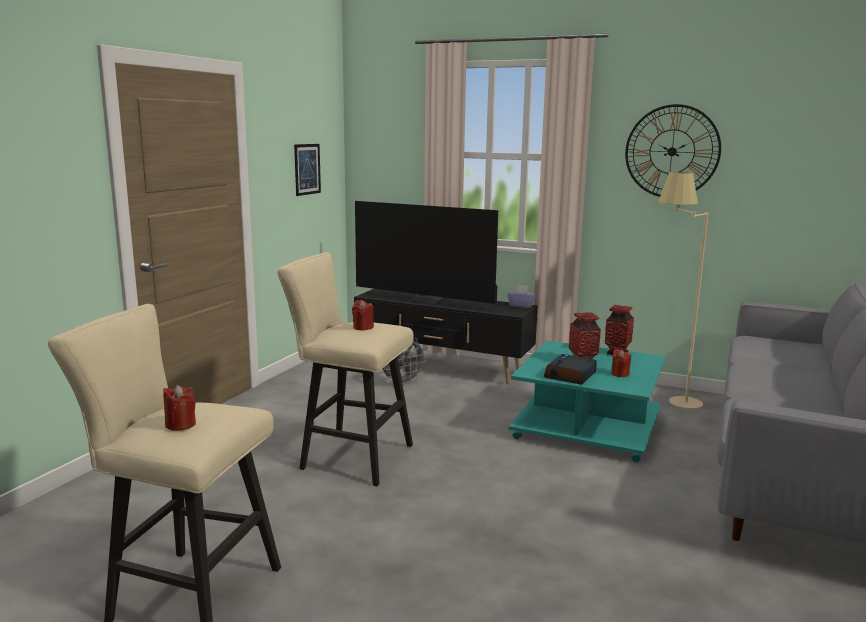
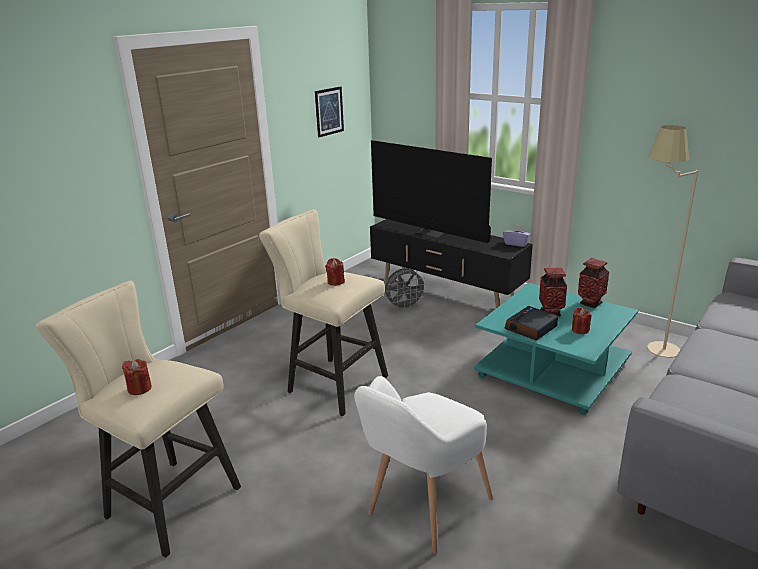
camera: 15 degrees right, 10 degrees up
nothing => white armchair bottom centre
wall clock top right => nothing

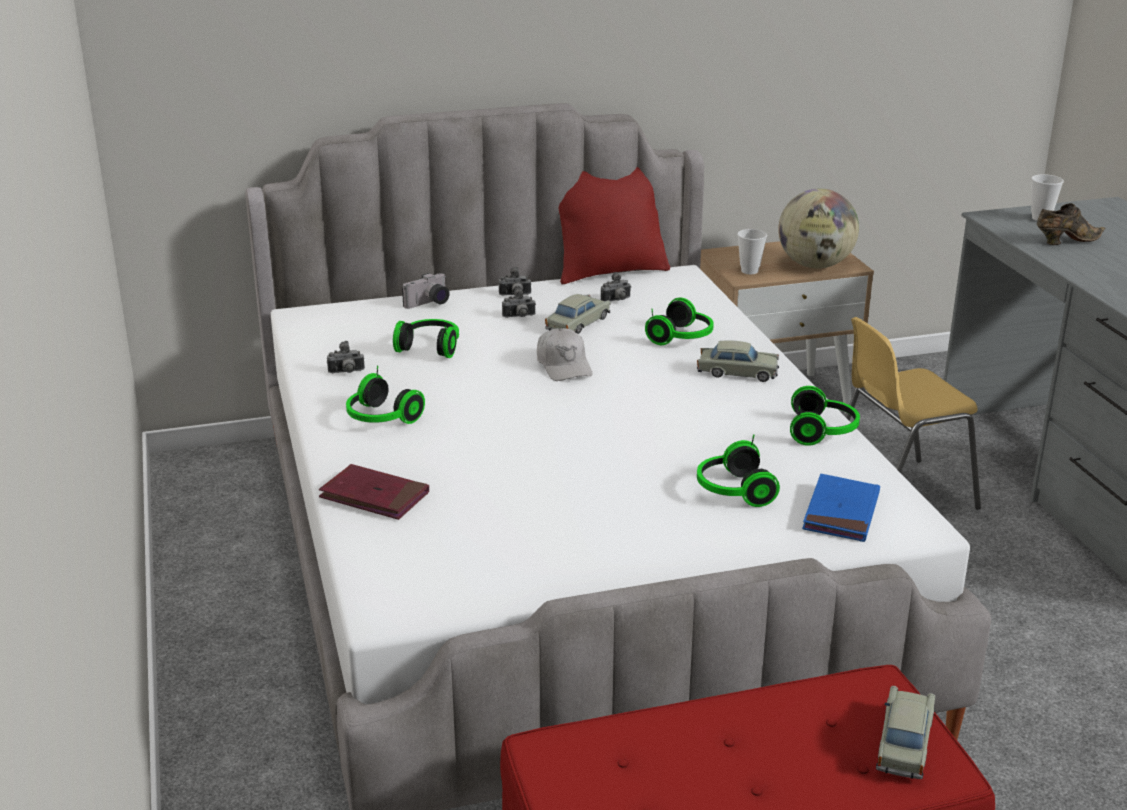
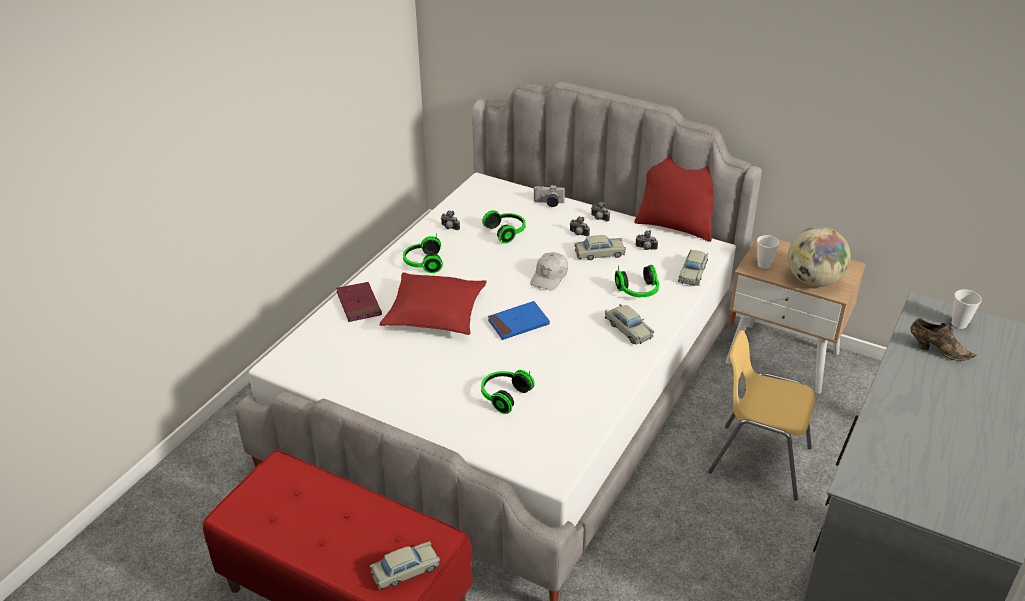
camera: 45 degrees right, 10 degrees up
nothing => red pillow (no. 1 from left) centre
blue book middle right => blue book centre, relocated
nothing => beige toy car (no. 4 from left) middle right
headphones (no. 5 from left) middle right => nothing

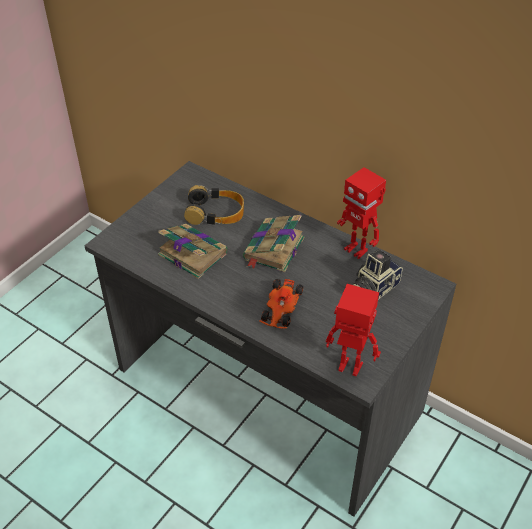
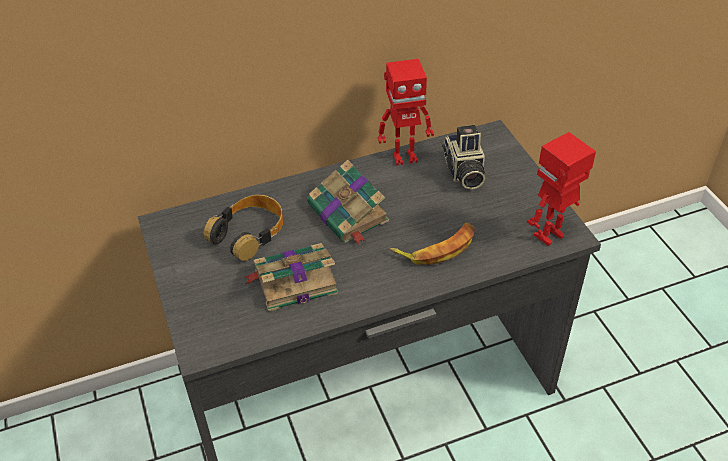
camera: 55 degrees left, 0 degrees up
toy car centre => banana centre

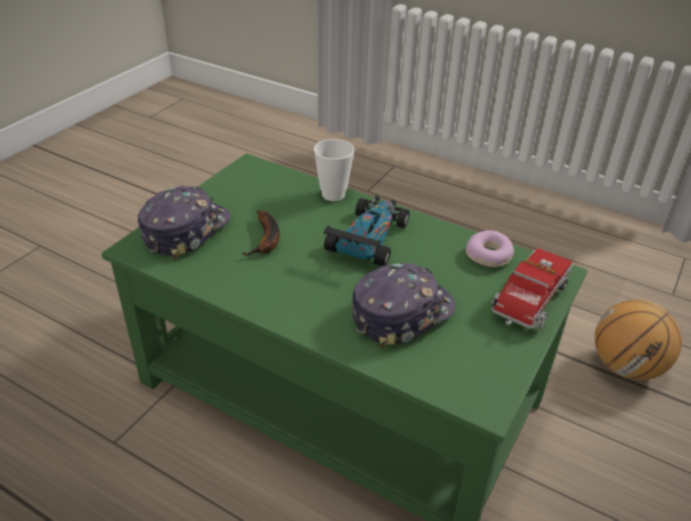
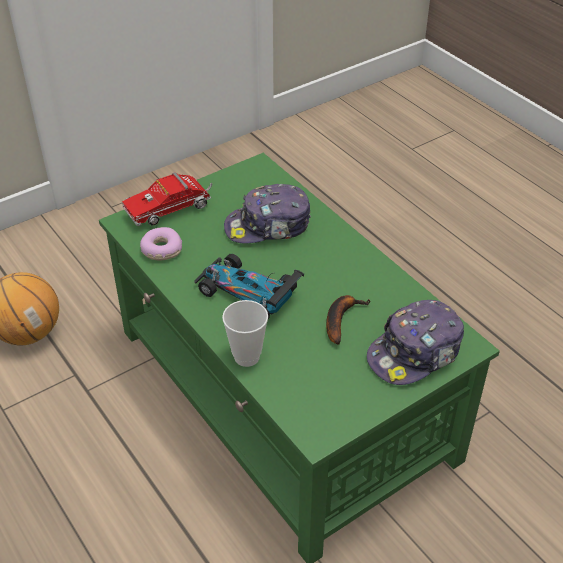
camera: 155 degrees left, 5 degrees up
toy car centre, 75 degrees clockwise

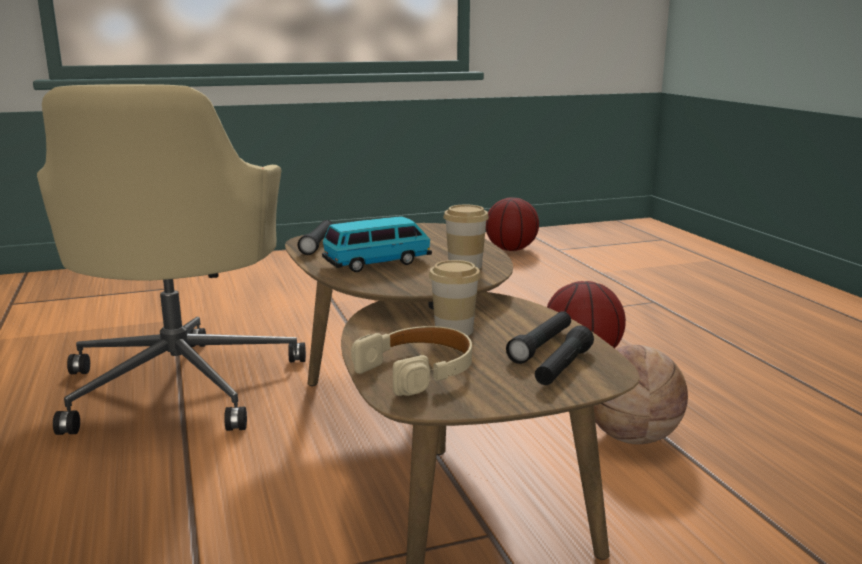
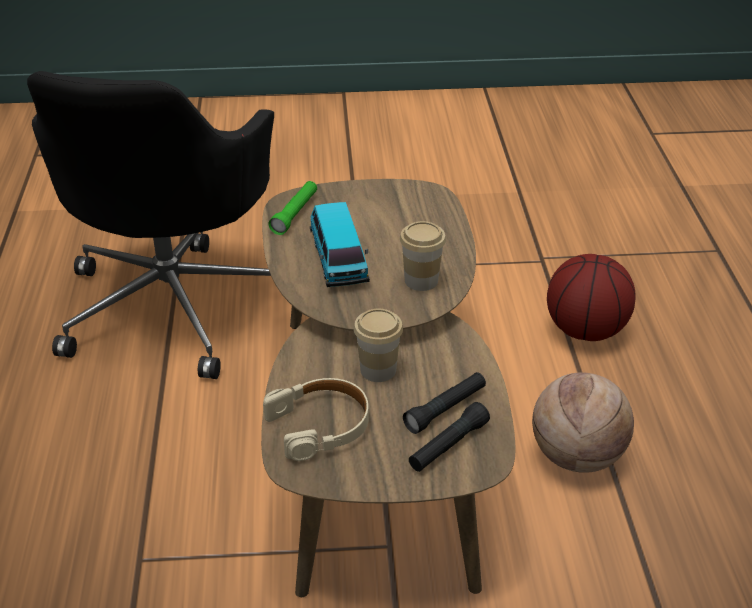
camera: 15 degrees right, 20 degrees up
beige office chair middle left => black office chair middle left
black flashlight (no. 1 from left) centre => green flashlight centre
toy car centre, 90 degrees clockwise
basketball (no. 1 from left) centre => nothing

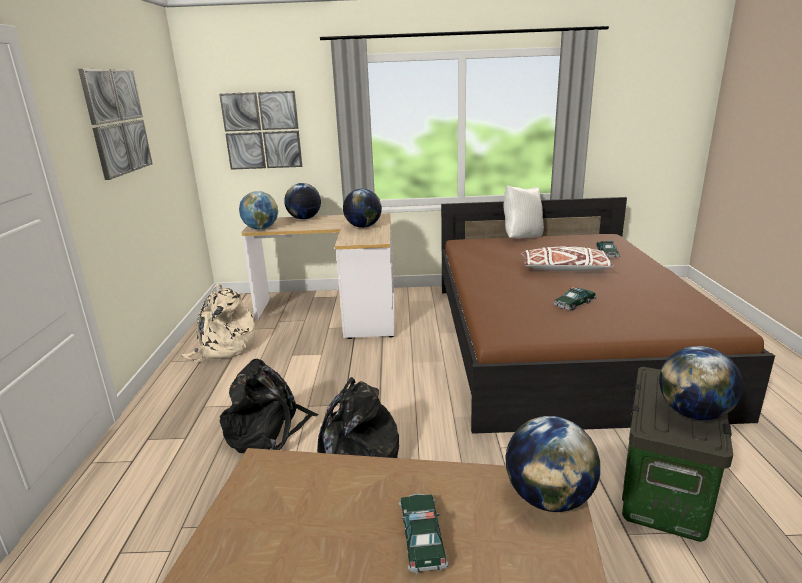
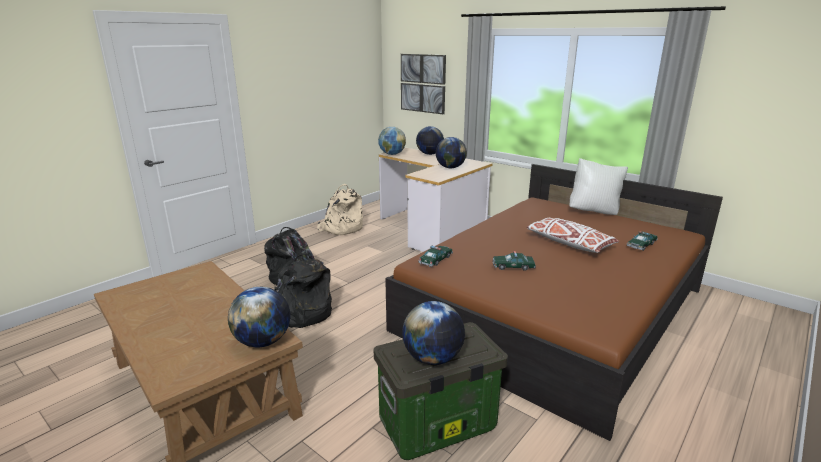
camera: 40 degrees right, 0 degrees up
toy car (no. 1 from left) bottom centre => toy car (no. 1 from left) centre, relocated
picture (no. 1 from left) top left => nothing

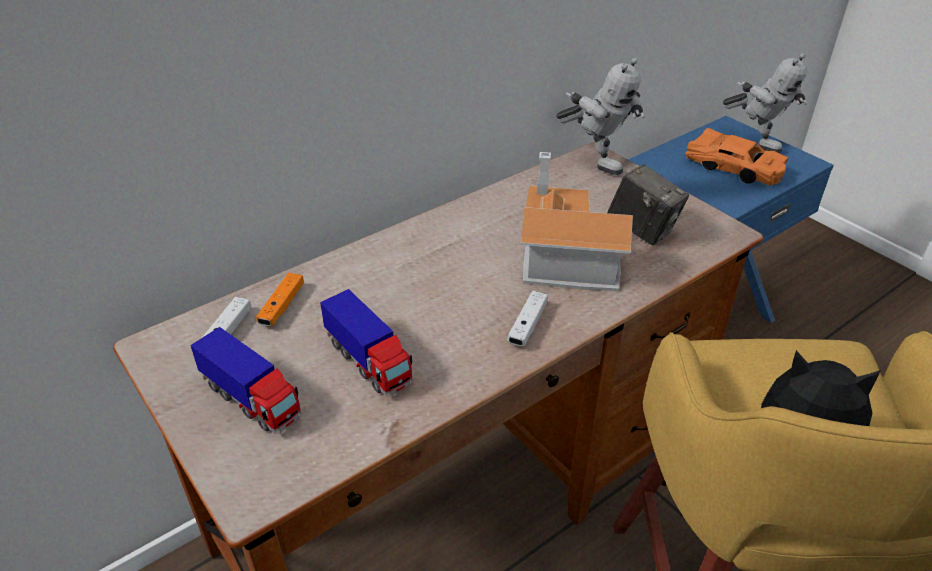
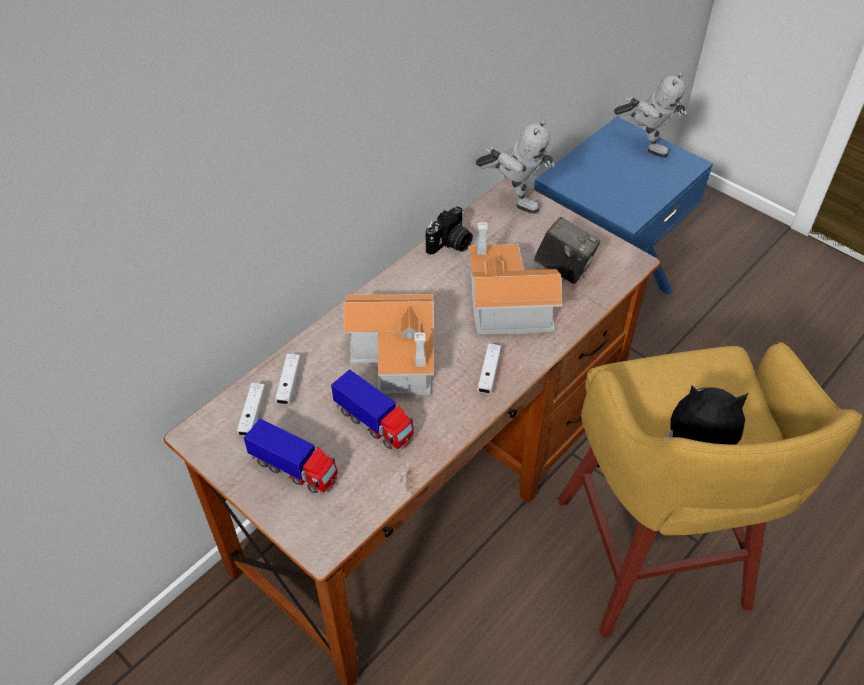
camera: 10 degrees left, 10 degrees up
orange game controller middle left => white game controller (no. 2 from left) centre
nothing => toy house (no. 1 from left) centre
nothing => photo camera (no. 1 from left) centre
orange toy car top right => nothing

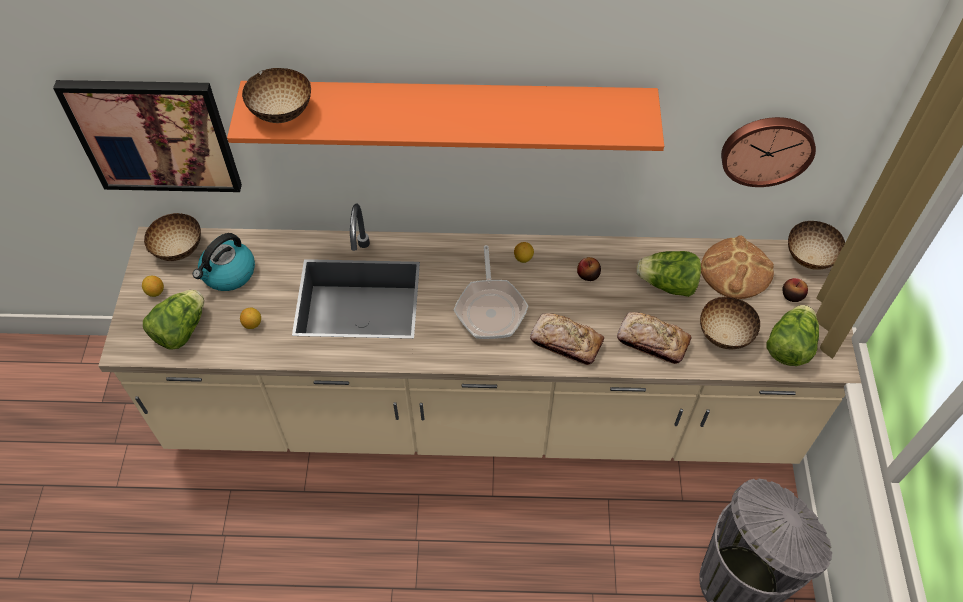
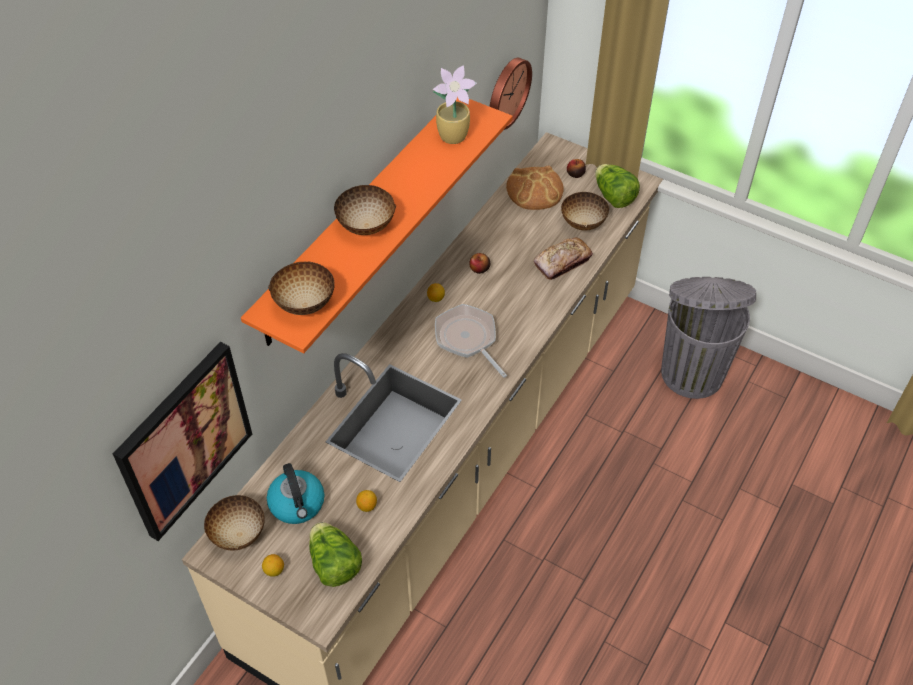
camera: 60 degrees left, 5 degrees down
bowl (no. 4 from left in the first image) middle right => bowl (no. 3 from left) top centre, relocated
nothing => potted plant top centre
frying pan centre, 150 degrees counterclockwise
bread (no. 1 from left) centre => nothing
lettuce (no. 2 from left) middle right => nothing

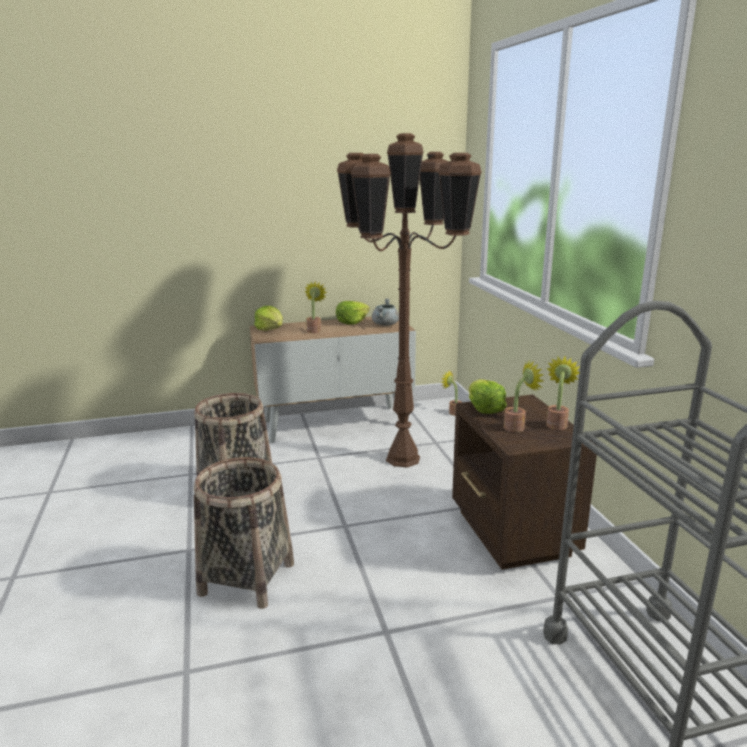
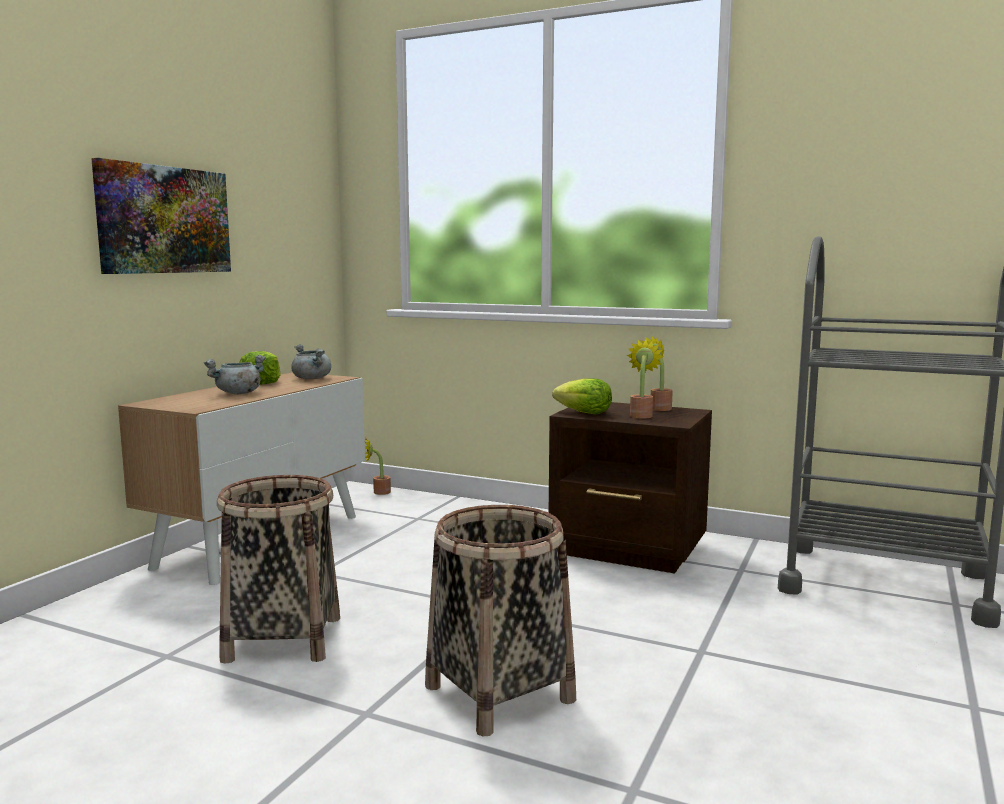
camera: 50 degrees left, 10 degrees down
nothing => picture top left
potted plant (no. 1 from left) centre => grey cooking pot (no. 1 from left) middle left
lettuce (no. 1 from left) centre => nothing
brown floor lamp centre => nothing

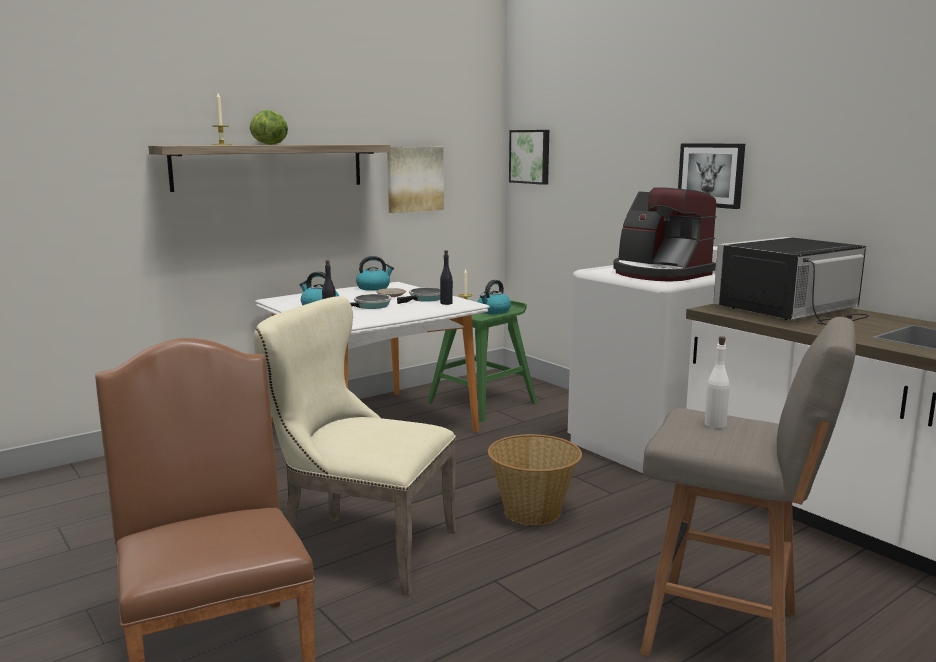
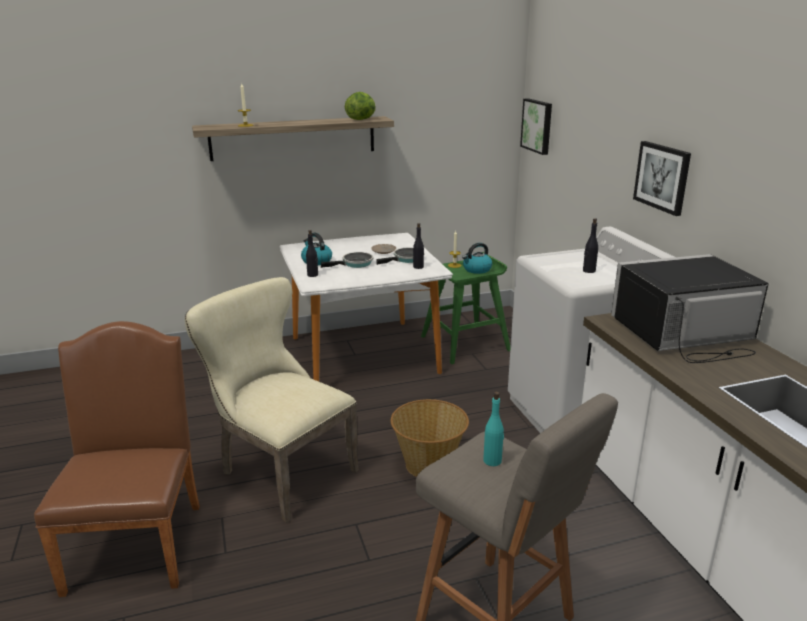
camera: 20 degrees right, 10 degrees up
lettuce top left => lettuce top centre, relocated
white bottle middle right => turquoise bottle bottom centre
coffee machine middle right => black bottle (no. 3 from left) middle right
kettle (no. 2 from left) centre => nothing
picture (no. 1 from left) top centre => nothing

